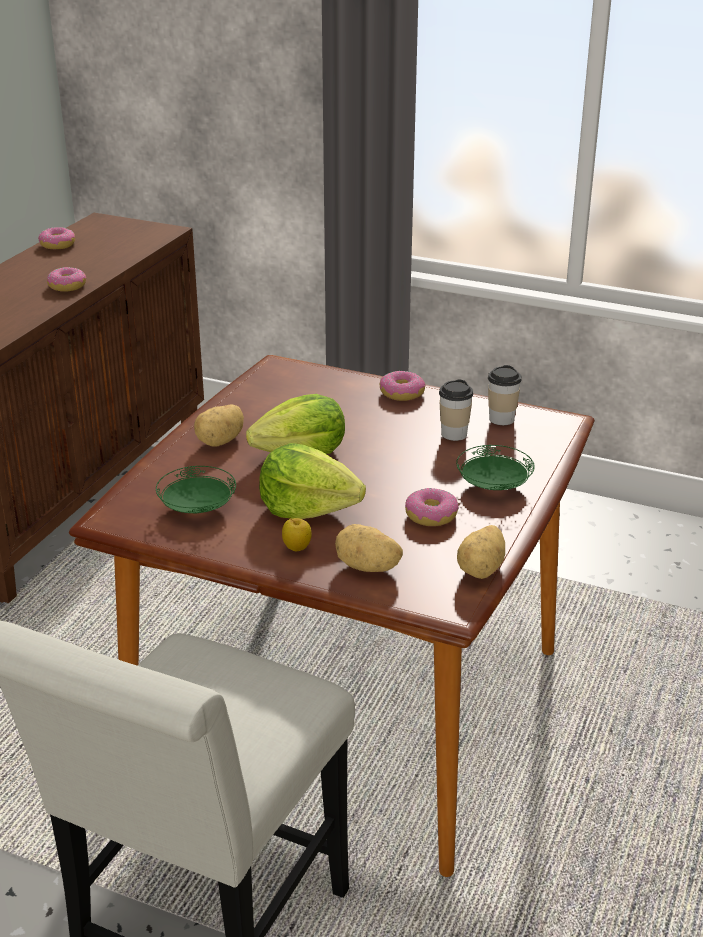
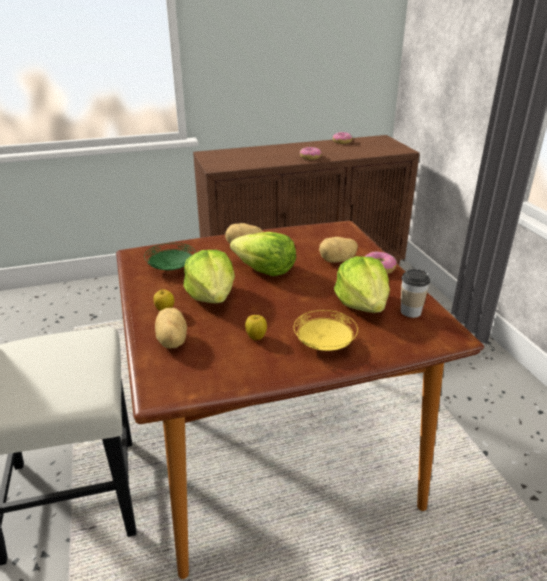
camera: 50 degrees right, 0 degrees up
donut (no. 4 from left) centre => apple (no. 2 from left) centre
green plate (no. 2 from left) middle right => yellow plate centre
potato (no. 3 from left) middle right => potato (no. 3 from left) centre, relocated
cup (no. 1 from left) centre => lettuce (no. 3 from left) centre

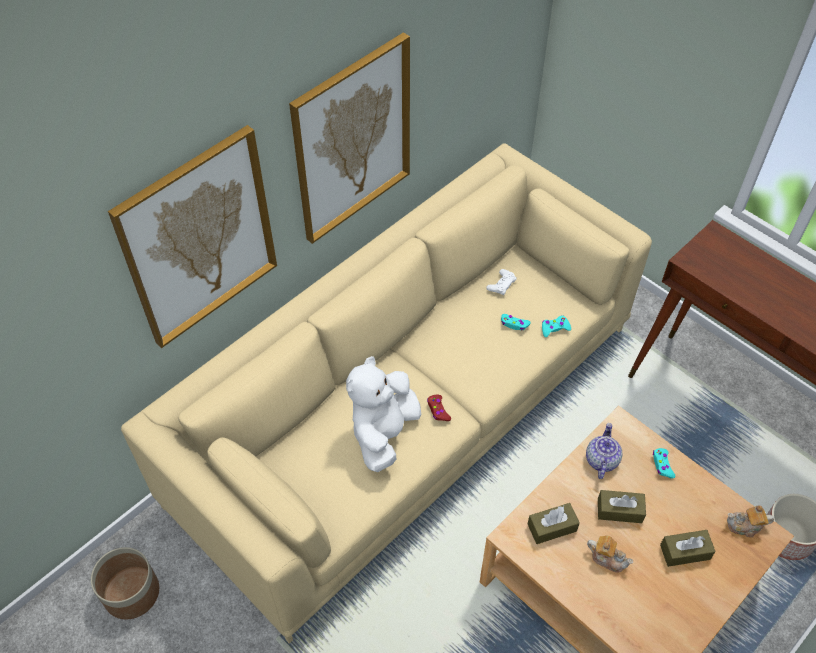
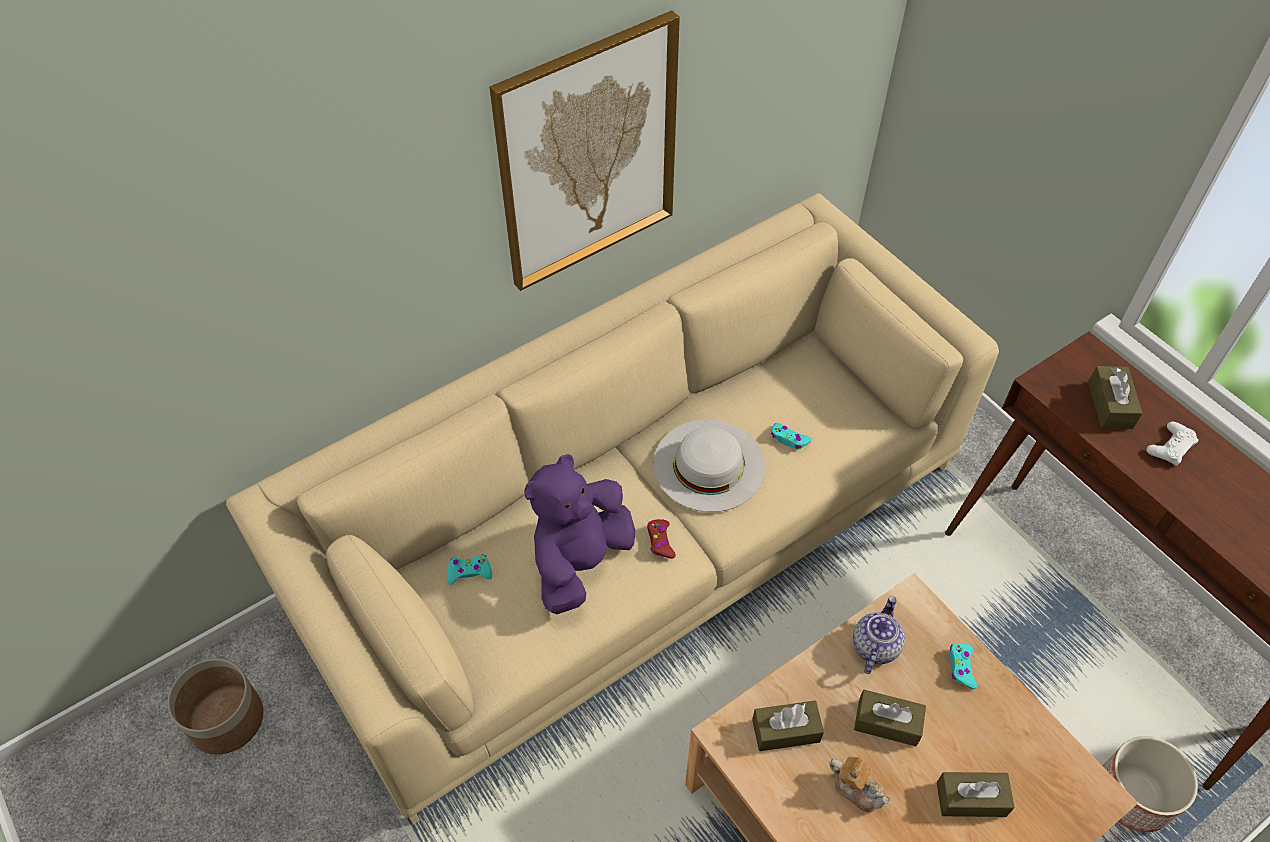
camera: 10 degrees right, 0 degrees up
turquoise game controller (no. 2 from left in the first image) middle right => turquoise game controller (no. 1 from left) bottom centre, relocated
white plush toy centre => purple plush toy centre
nothing => white hat centre
nothing => brown tissue box (no. 4 from left) middle right
white game controller centre => white game controller middle right, relocated
picture (no. 1 from left) middle left => nothing
teapot (no. 3 from left) bottom right => nothing

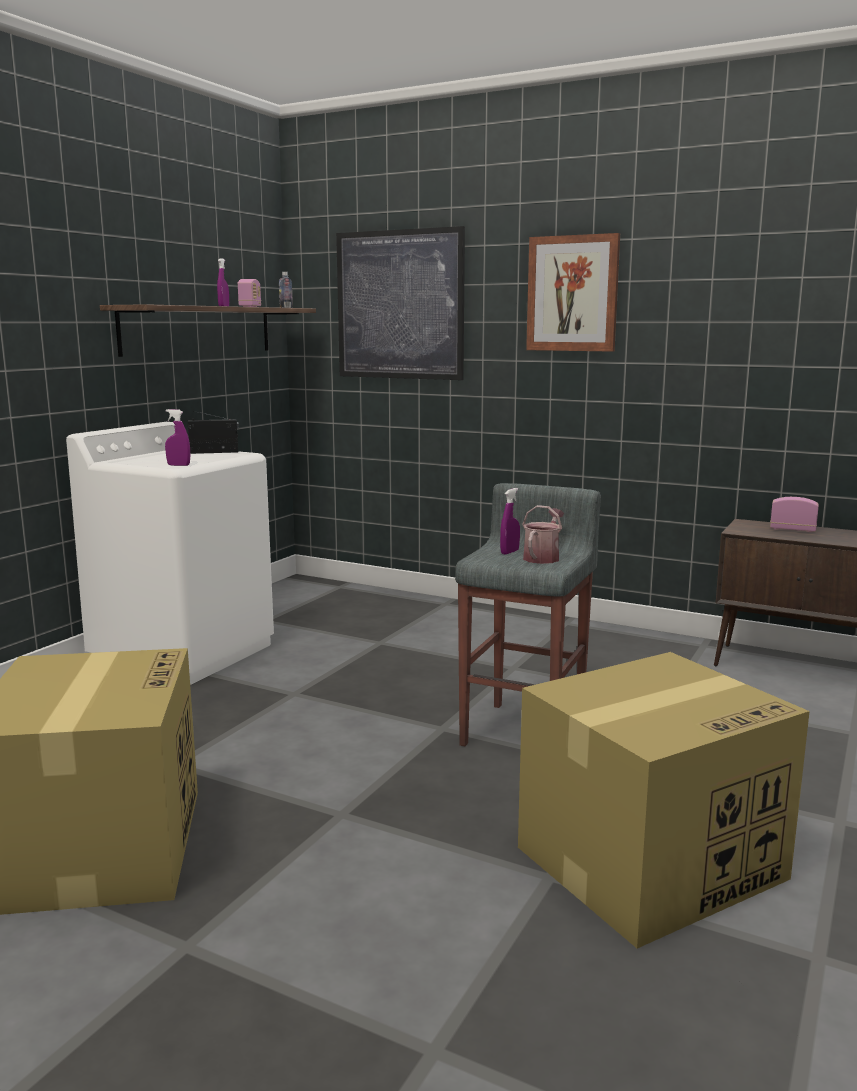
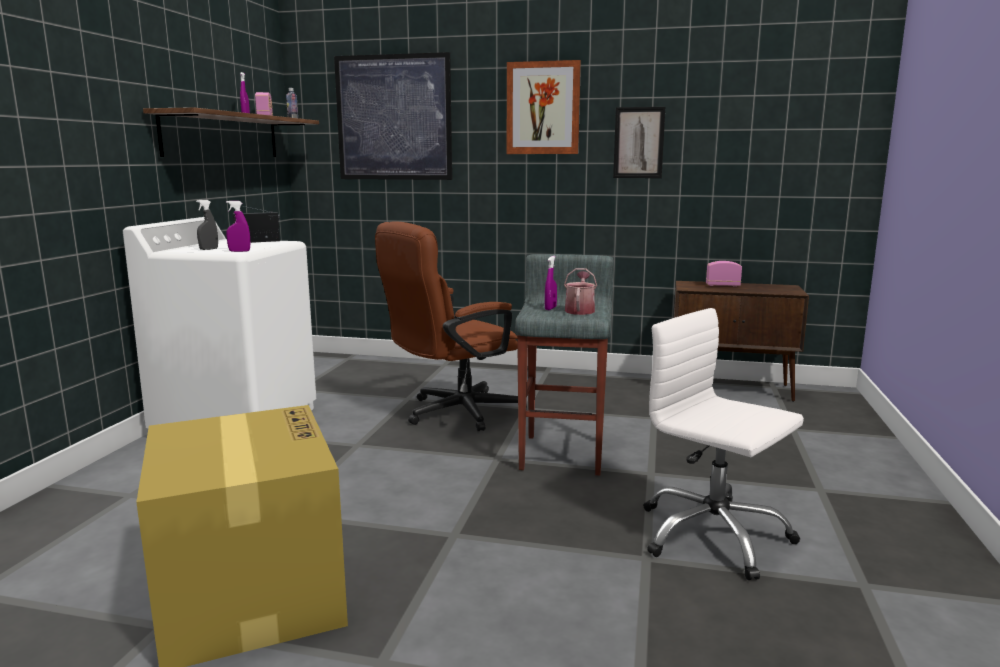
camera: 15 degrees left, 0 degrees up
nothing => grey spray bottle middle left
nothing => brown office chair centre
nothing => picture (no. 3 from left) top centre
cardboard box (no. 2 from left) bottom right => white office chair middle right

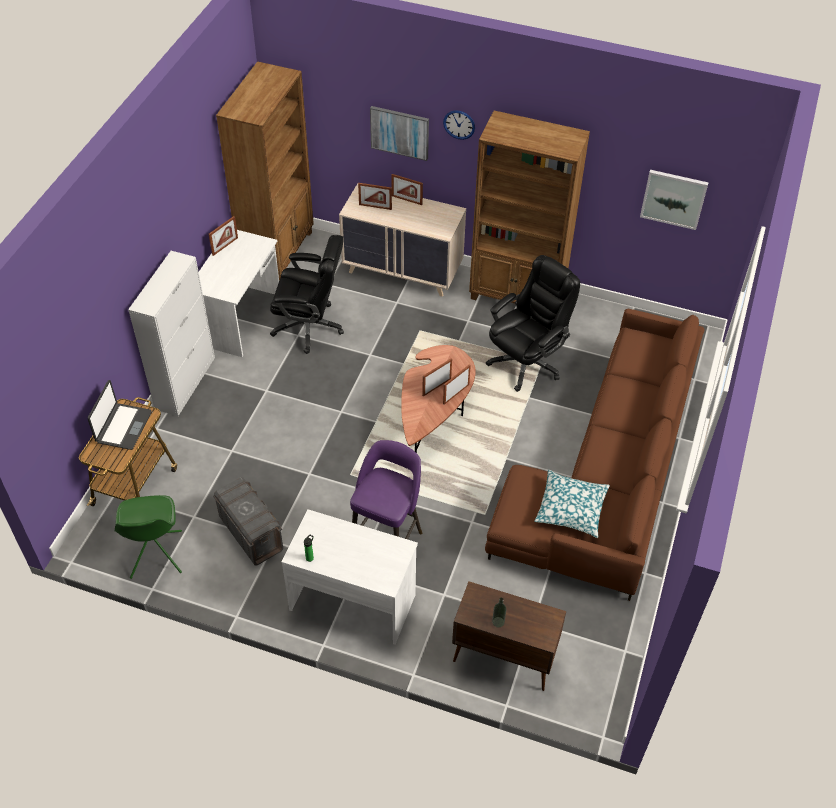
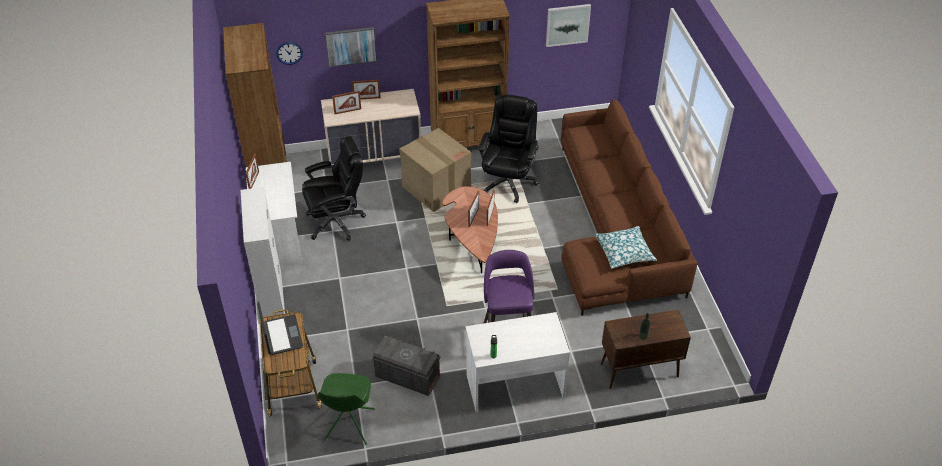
camera: 30 degrees left, 5 degrees down
wall clock top centre => wall clock top left, relocated
green chair middle left => green chair bottom centre, 45 degrees clockwise
nothing => cardboard box centre

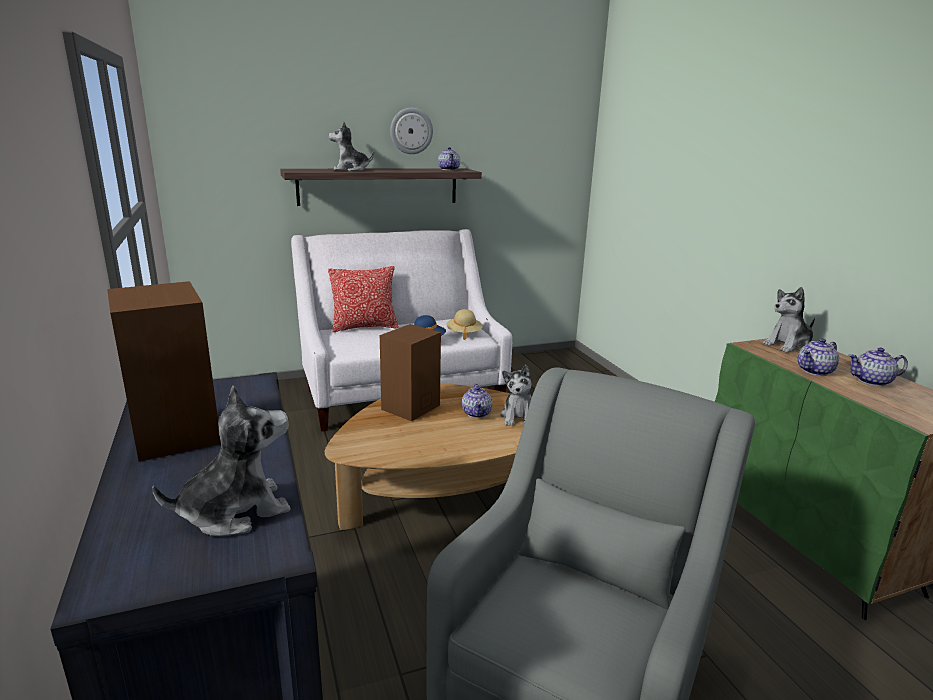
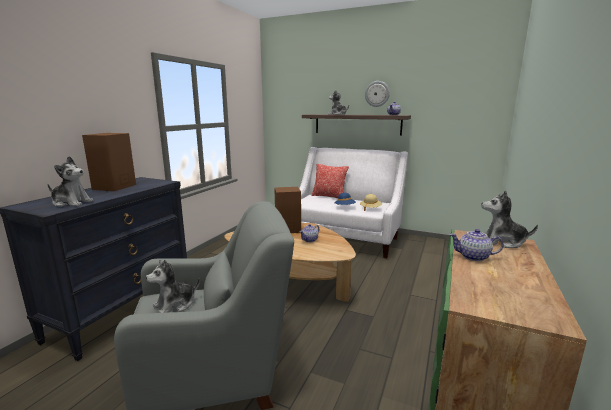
camera: 45 degrees right, 5 degrees down
plush toy (no. 3 from left in the first image) centre => plush toy (no. 2 from left) bottom left, relocated
teapot (no. 4 from left) middle right => nothing

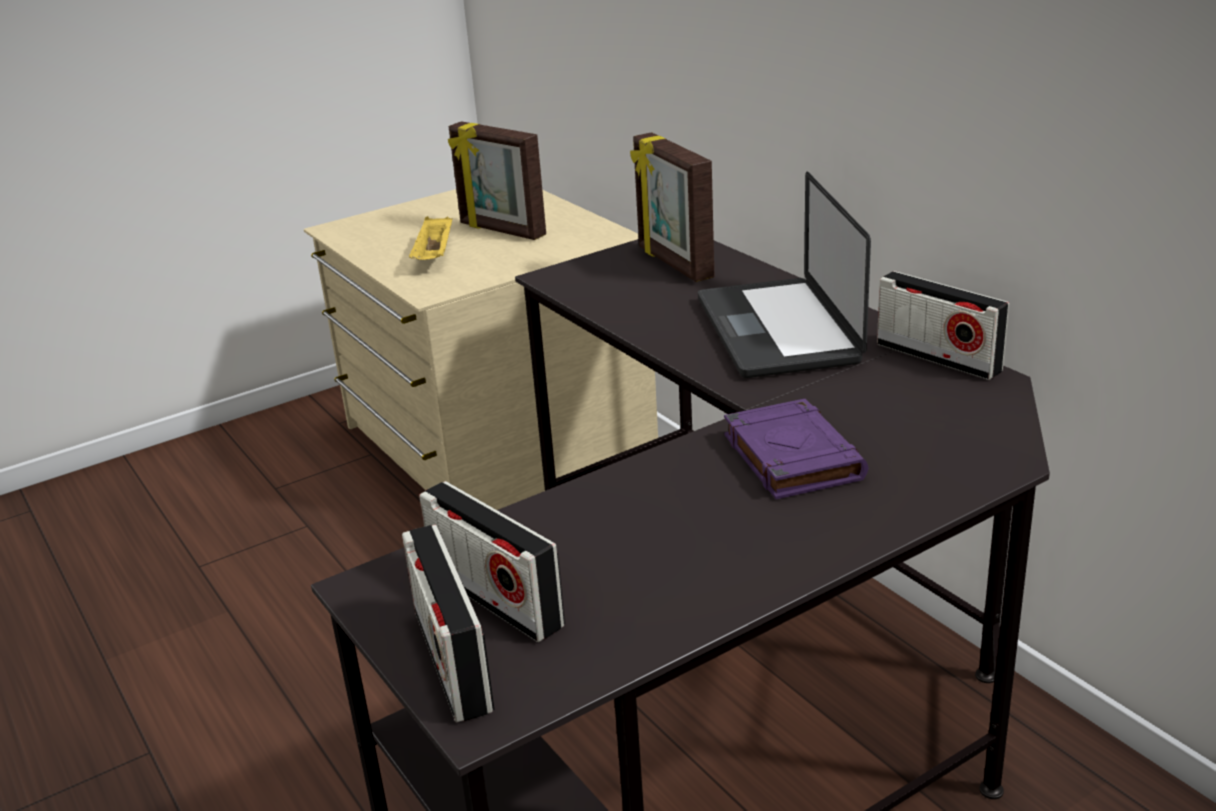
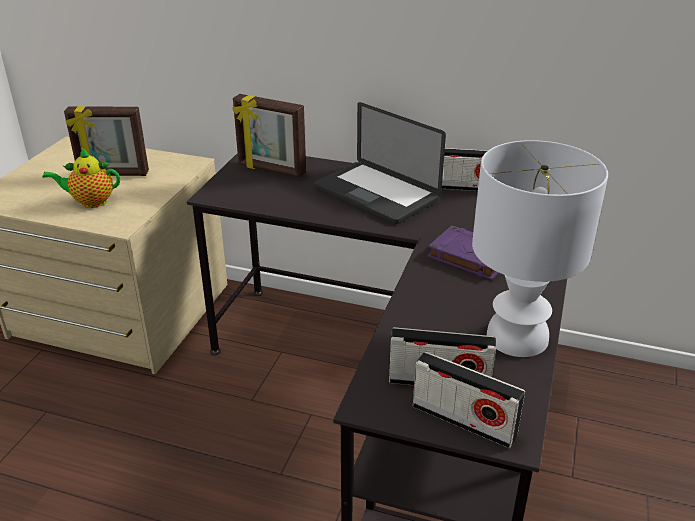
camera: 40 degrees left, 5 degrees up
yellow tray top centre => teapot middle left
nothing => white table lamp middle right

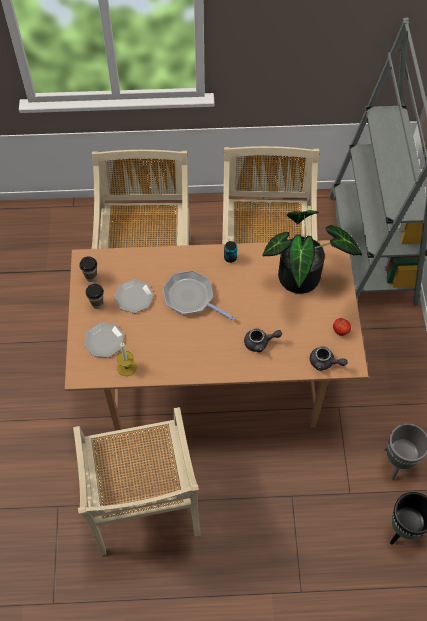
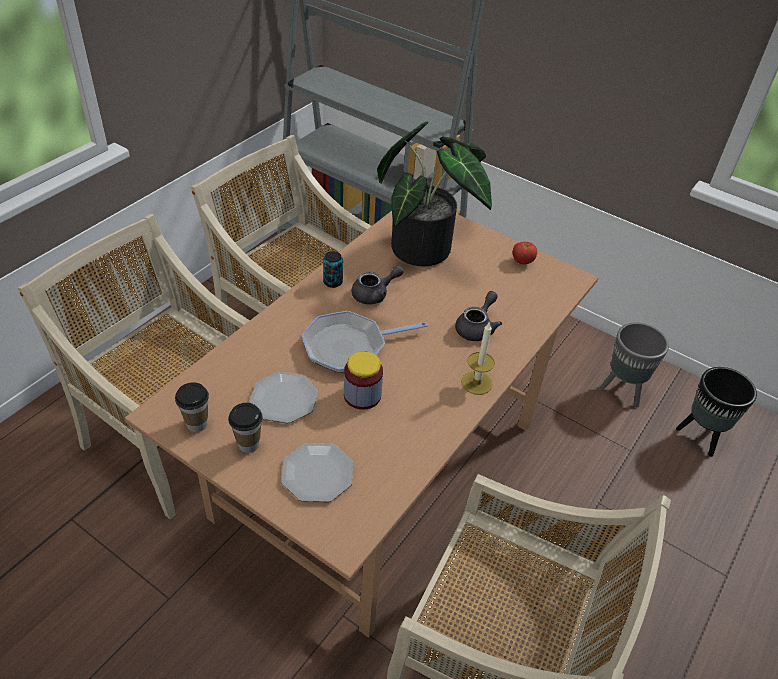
camera: 55 degrees left, 15 degrees down
nothing => jar centre
grey teapot (no. 2 from left in the first image) middle right => grey teapot (no. 1 from left) centre, relocated
candle middle left => candle centre, relocated

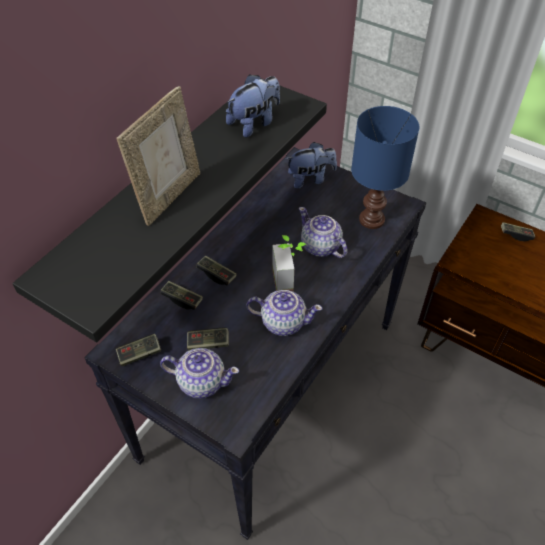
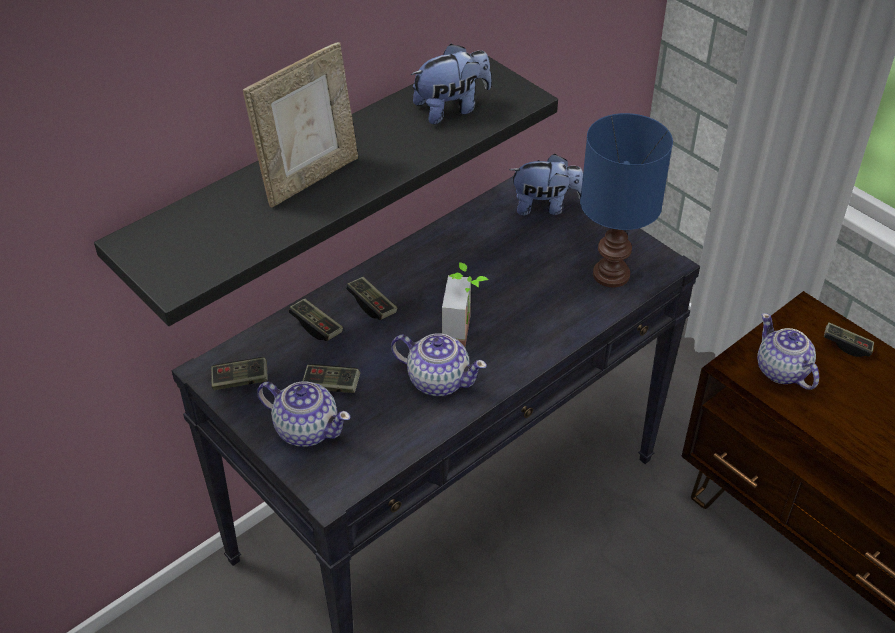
camera: 15 degrees right, 5 degrees down
teapot (no. 3 from left) centre => teapot (no. 3 from left) middle right, relocated

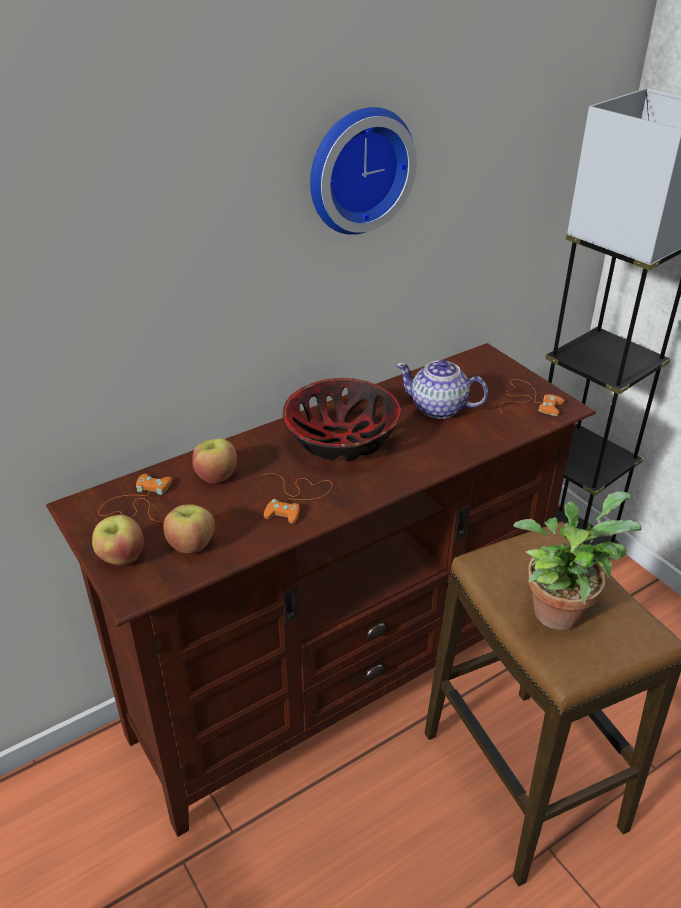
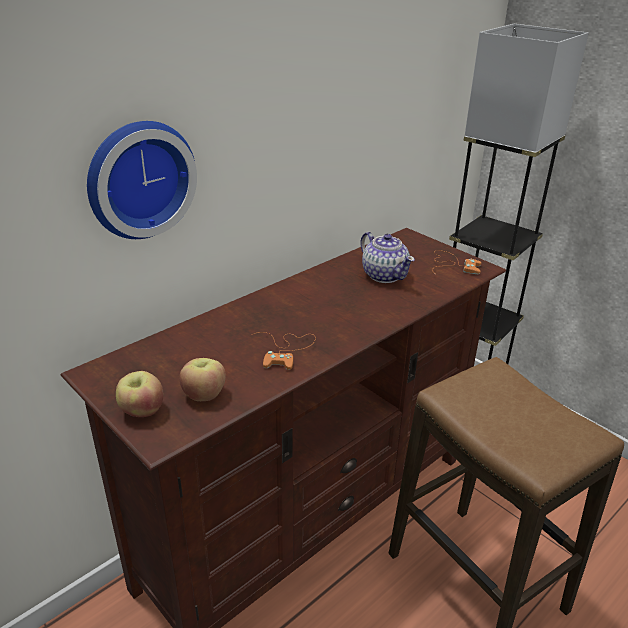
camera: 10 degrees left, 5 degrees down
wall clock top centre => wall clock top left, relocated
teapot centre, 135 degrees counterclockwise
orange game controller (no. 1 from left) middle left => nothing
apple (no. 3 from left) middle left => nothing
bowl centre => nothing
potted plant middle right => nothing

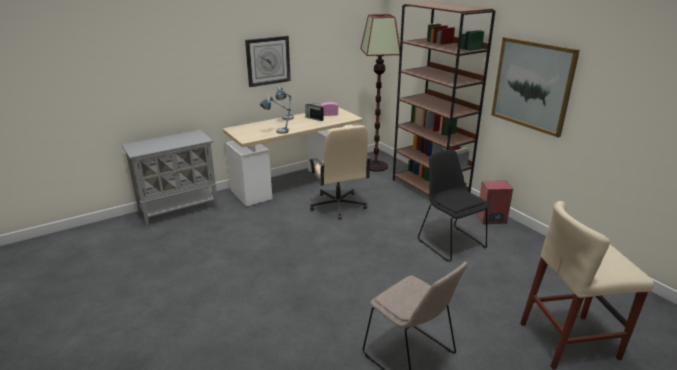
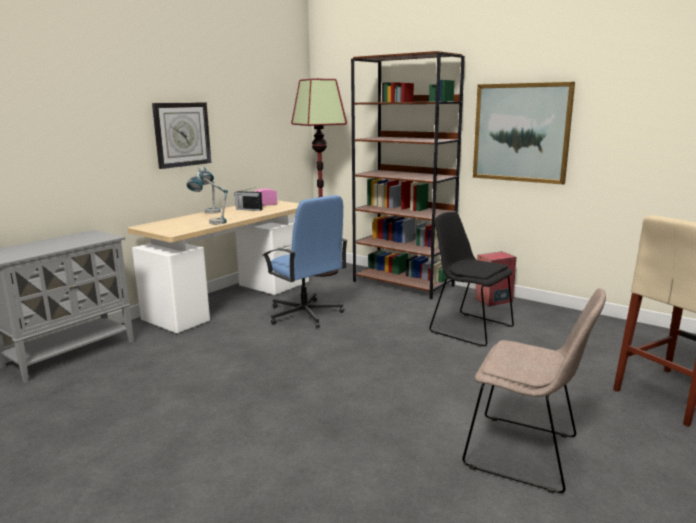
camera: 20 degrees left, 10 degrees down
beige office chair centre => blue office chair centre

